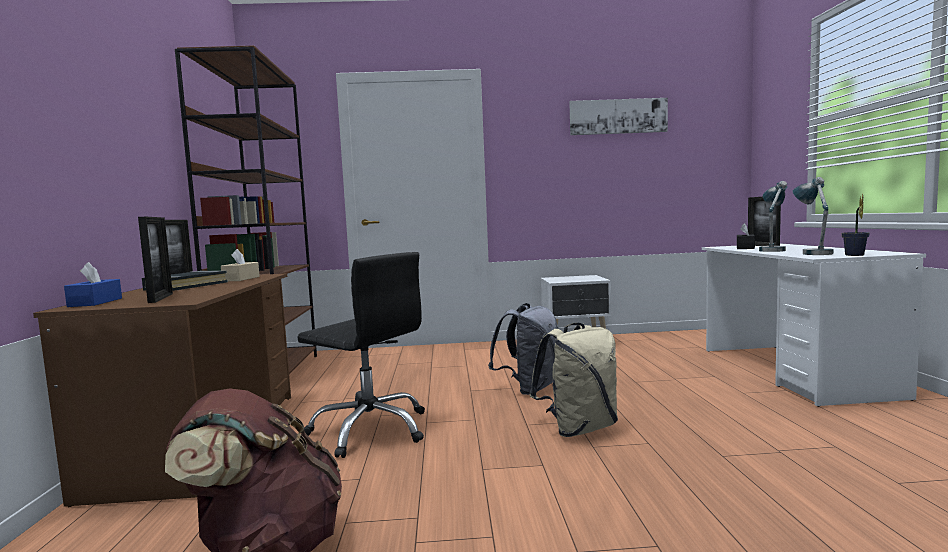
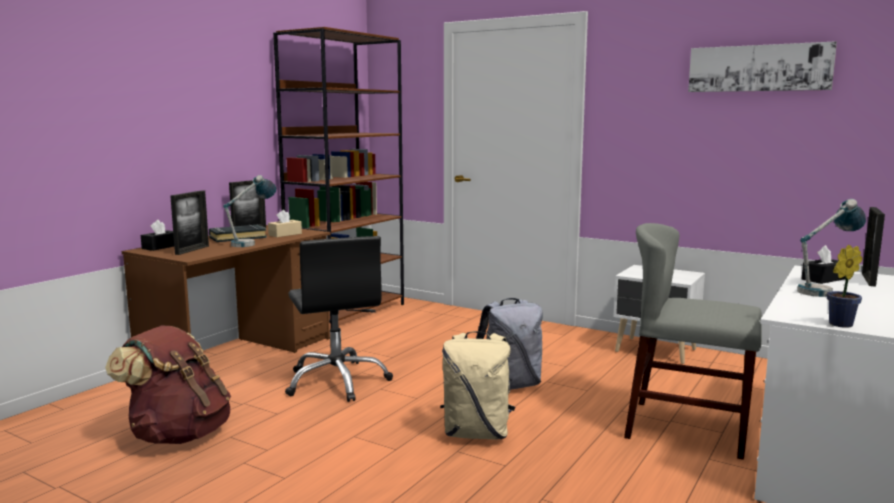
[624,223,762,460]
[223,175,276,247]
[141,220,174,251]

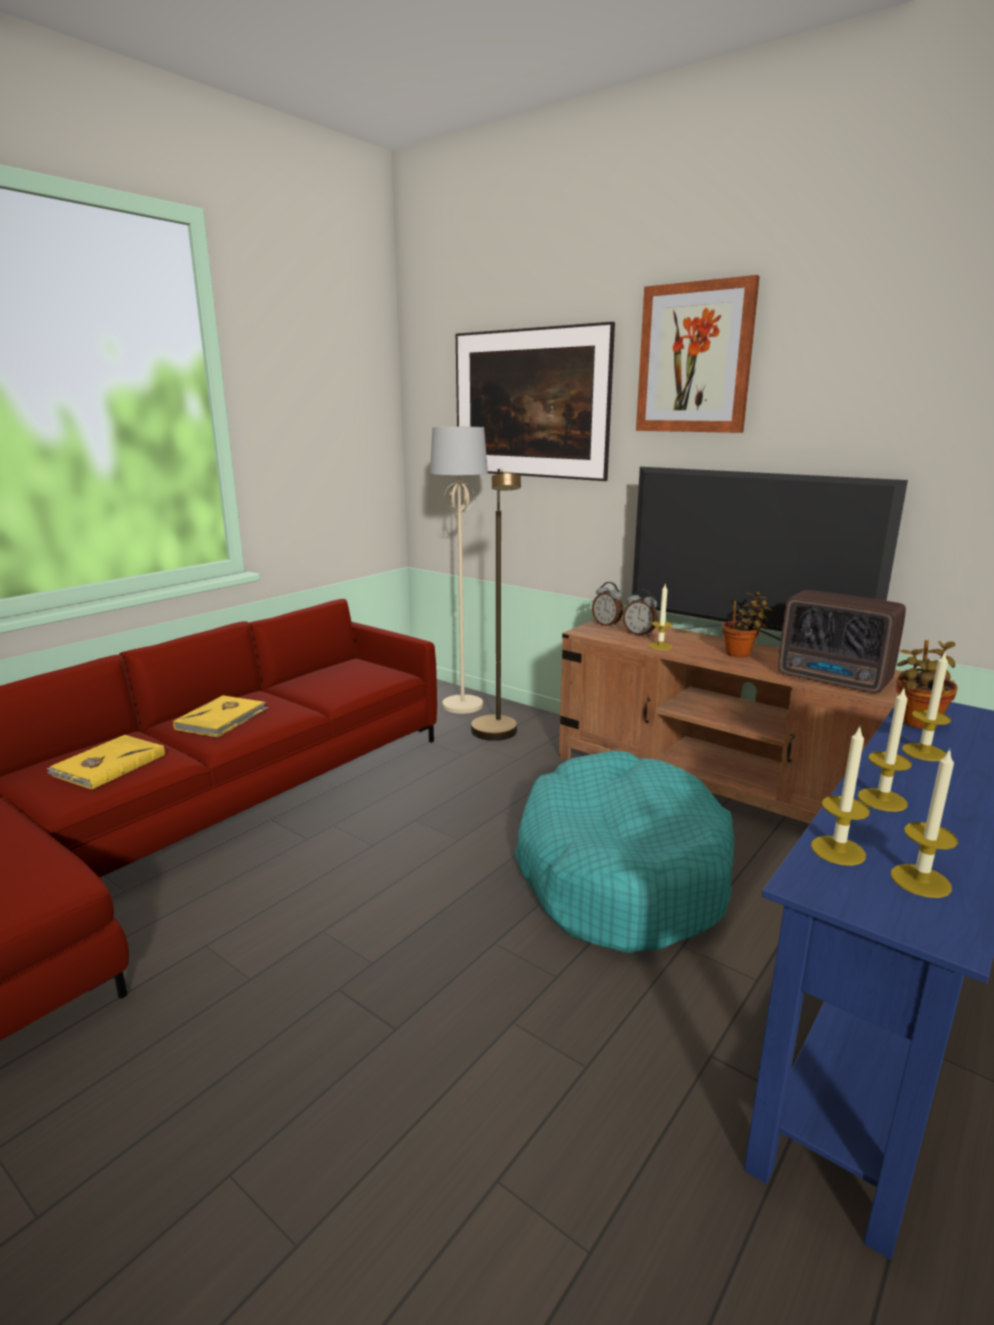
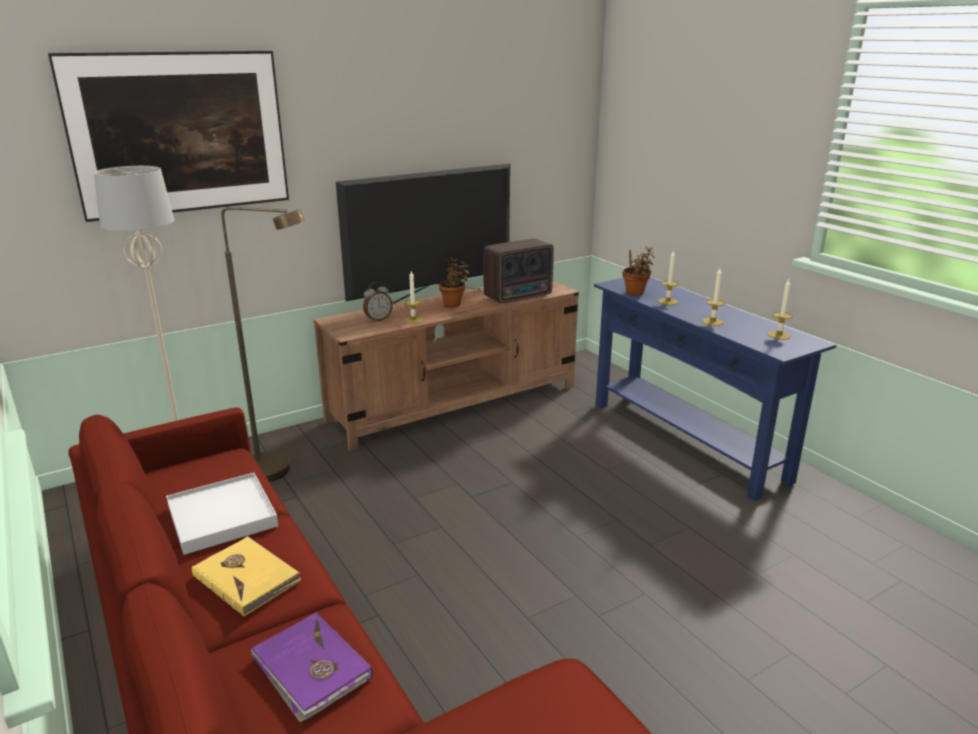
[515,750,734,954] (first image)
[592,582,623,628] (first image)
[636,275,760,433] (first image)
[811,725,870,866] (first image)
[166,473,278,555]
[251,613,373,722]

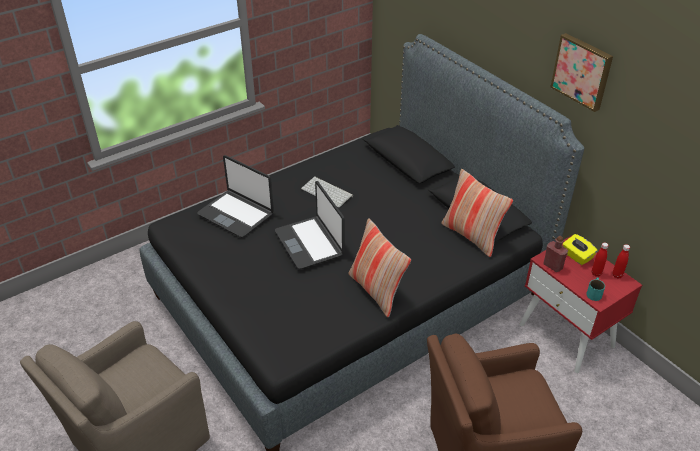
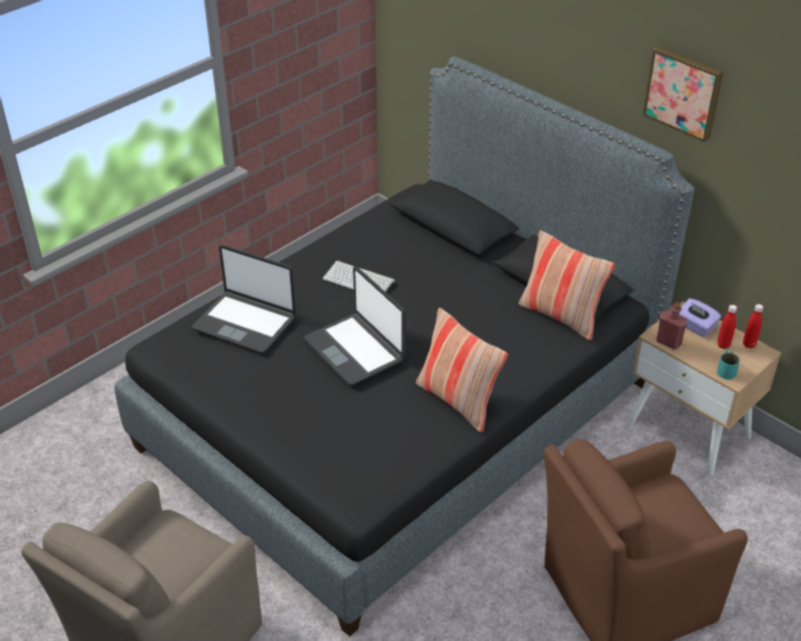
[627,301,781,476]
[679,298,721,337]

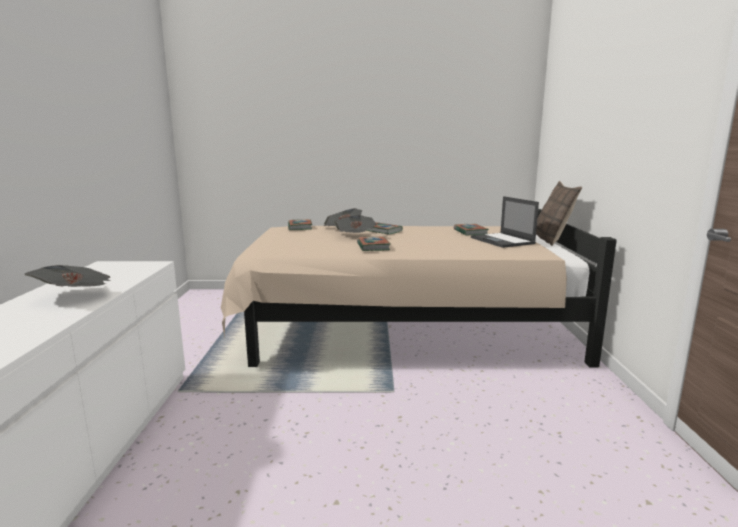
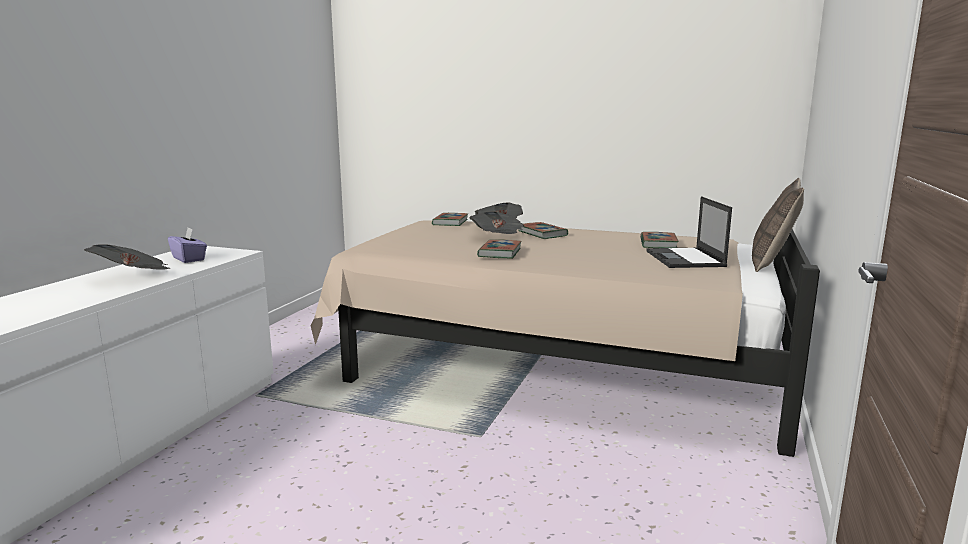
[168,228,207,263]

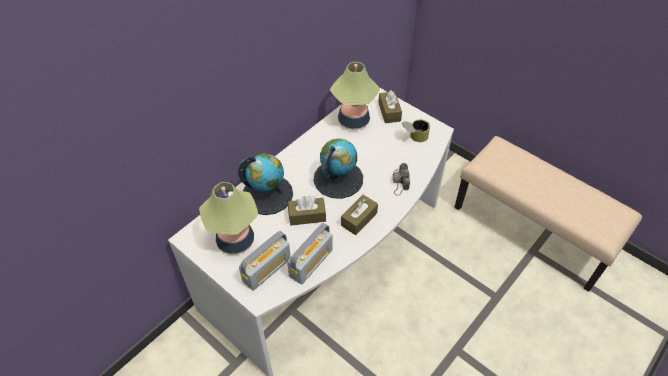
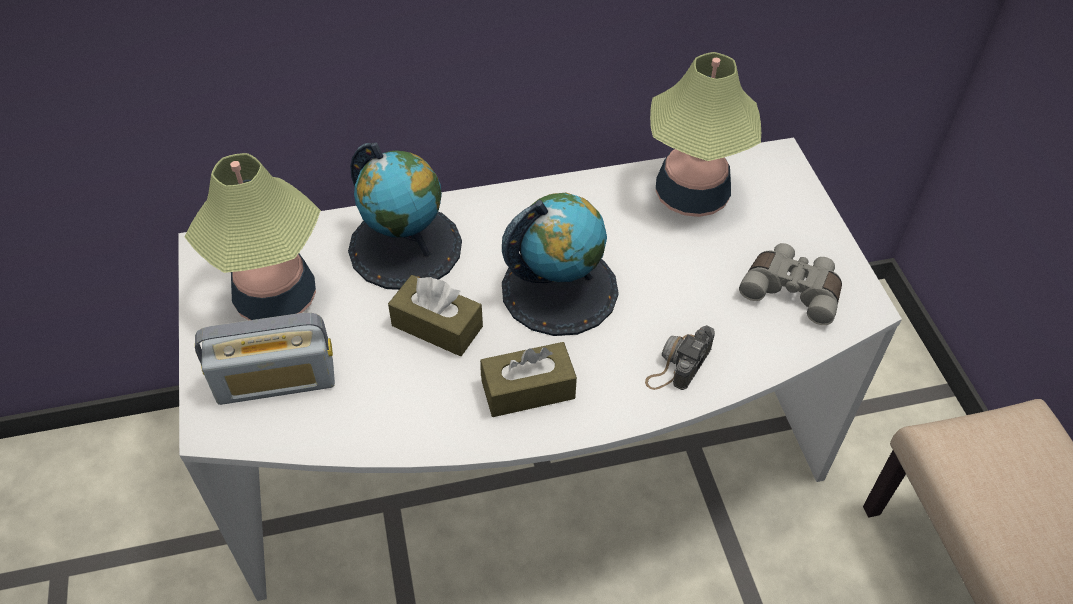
[287,223,333,284] (first image)
[378,90,402,123] (first image)
[739,243,842,325]

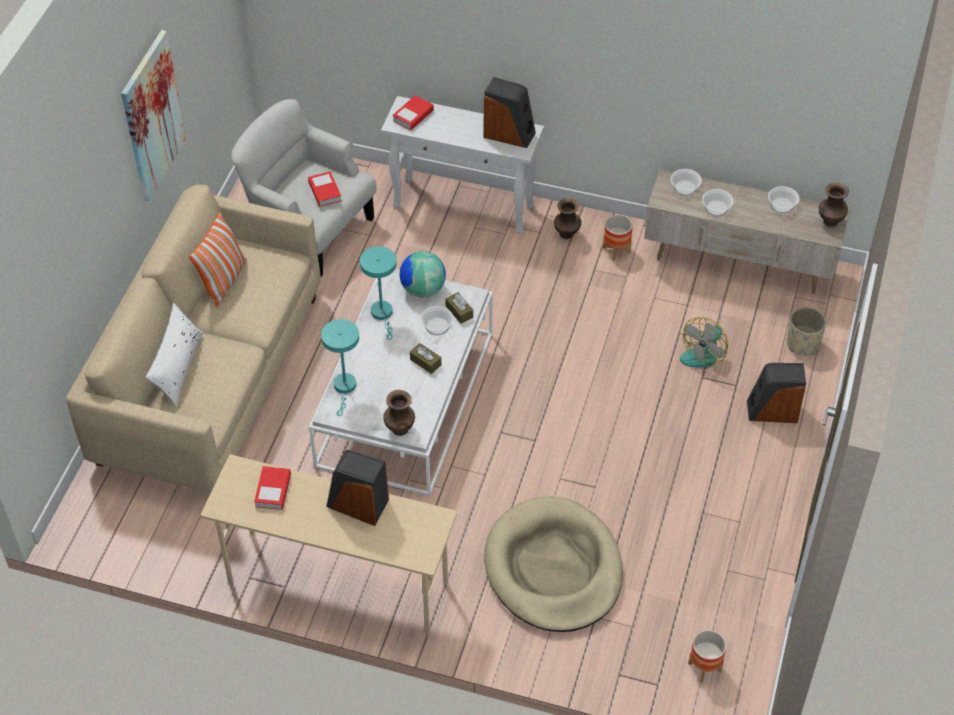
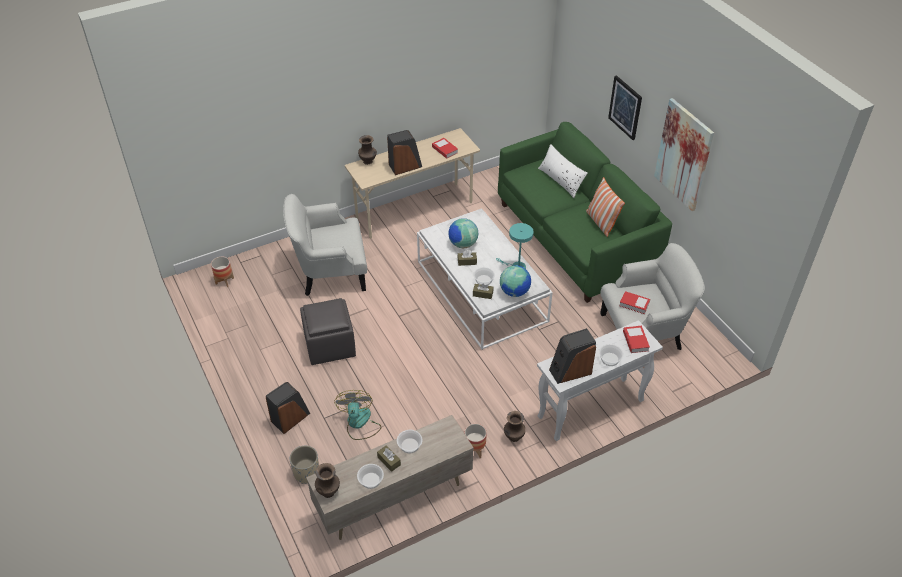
[321,319,359,416] (first image)
[300,298,356,365]
[377,445,401,472]
[448,218,478,248]
[608,75,642,140]
[358,135,377,165]
[599,344,624,366]
[283,194,367,296]
[498,122,672,303]

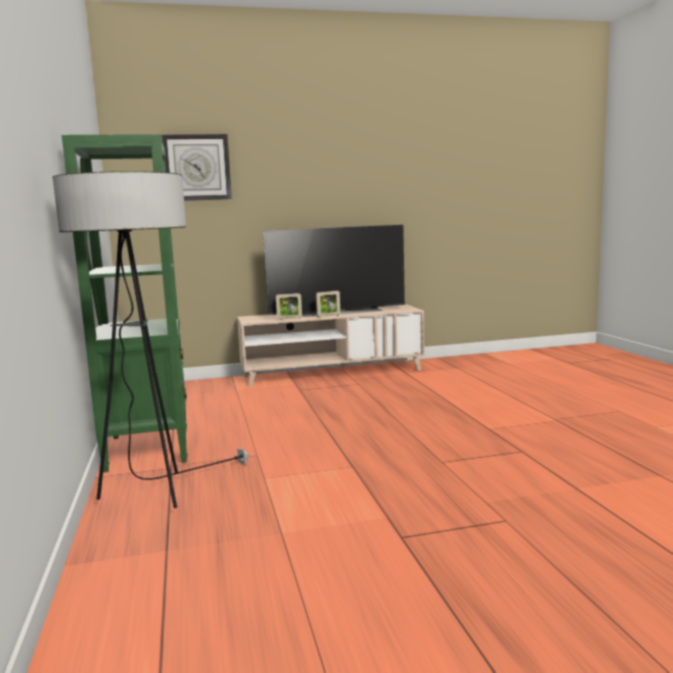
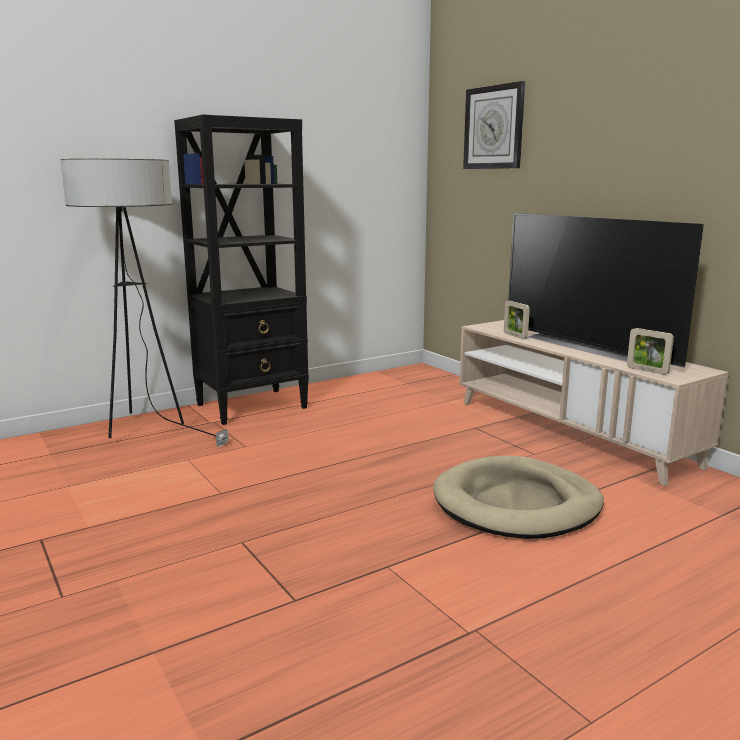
[433,456,604,539]
[627,328,674,375]
[174,114,309,425]

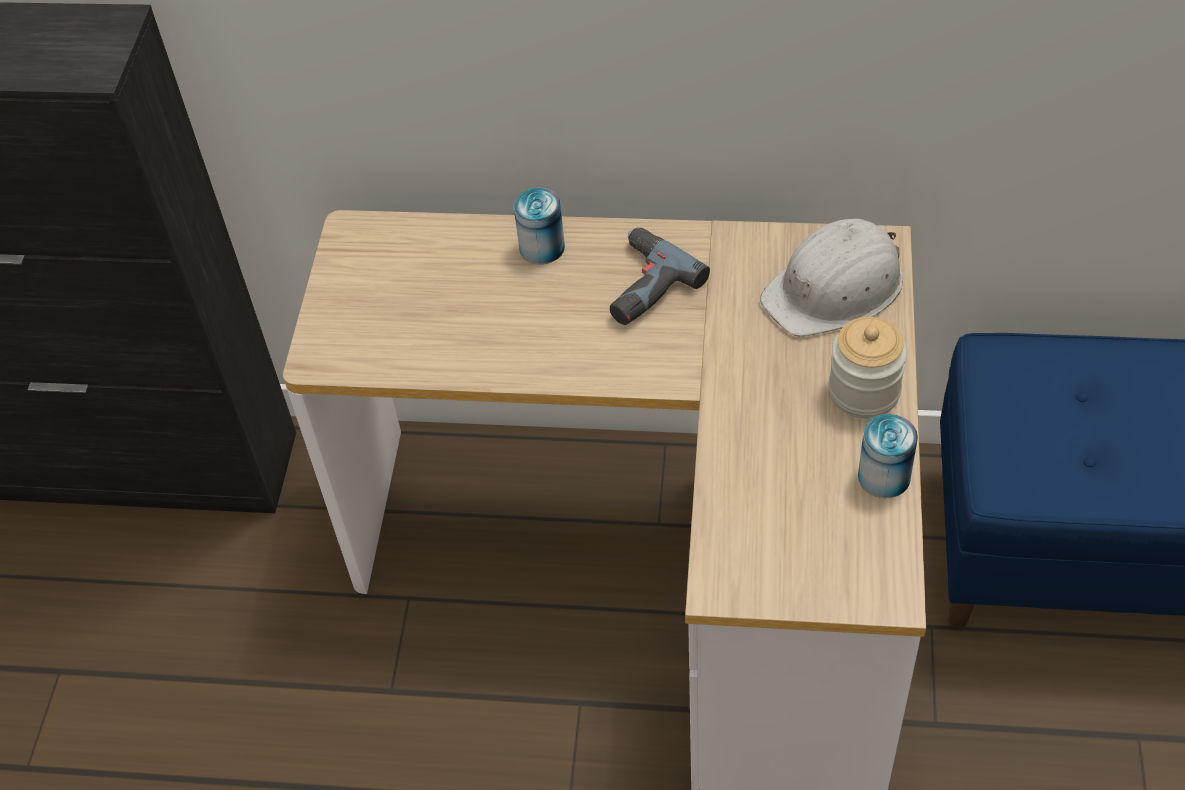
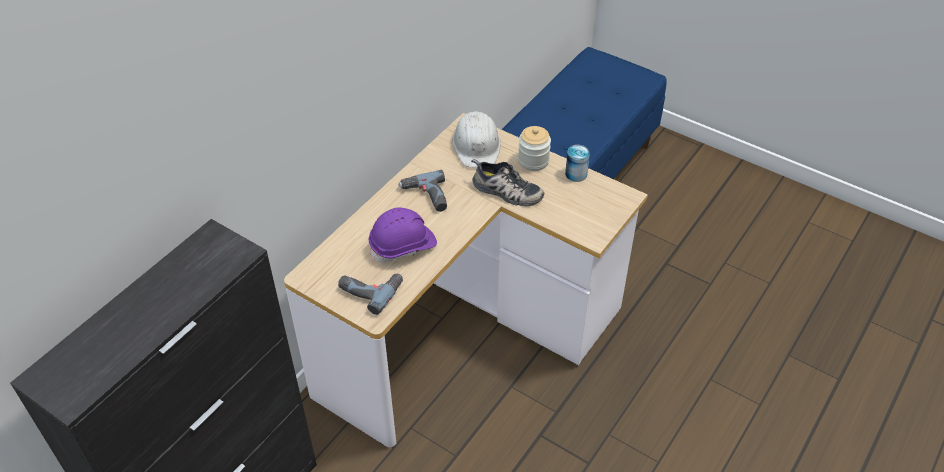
[514,188,565,264] (first image)
[338,273,403,315]
[369,207,437,263]
[471,159,544,206]

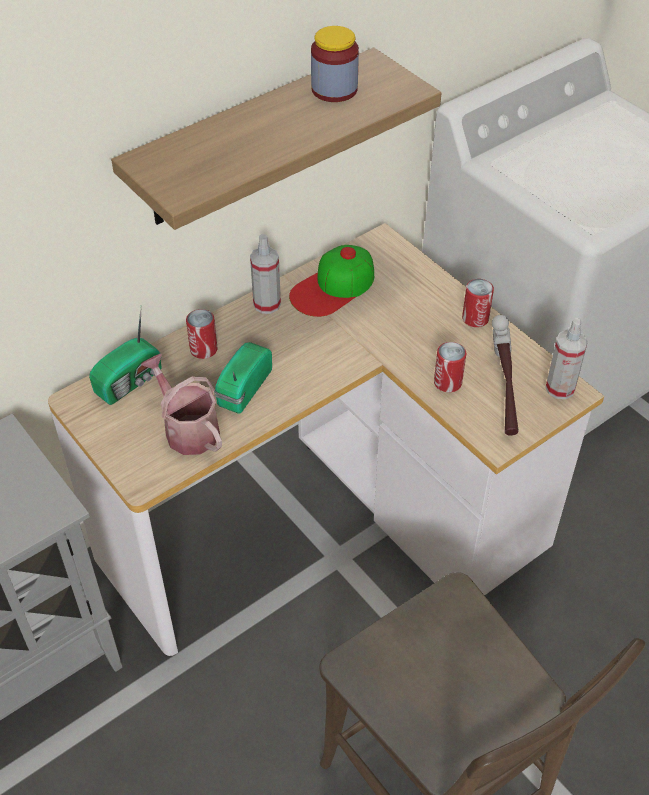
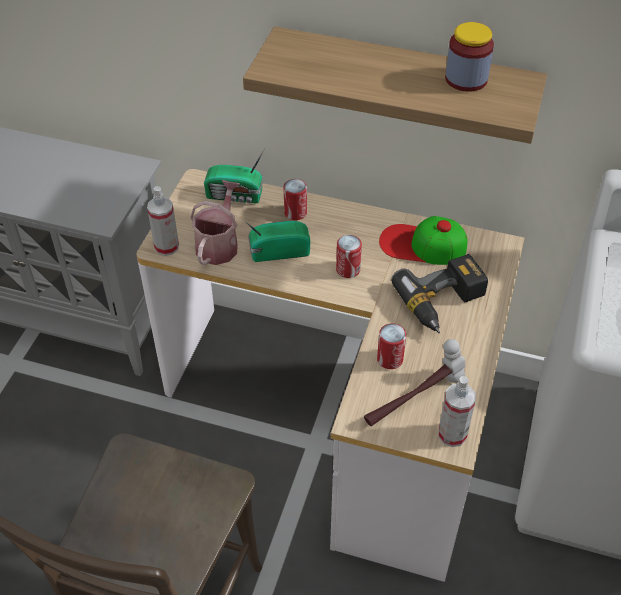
[391,254,488,333]
[147,186,179,256]
[336,235,362,278]

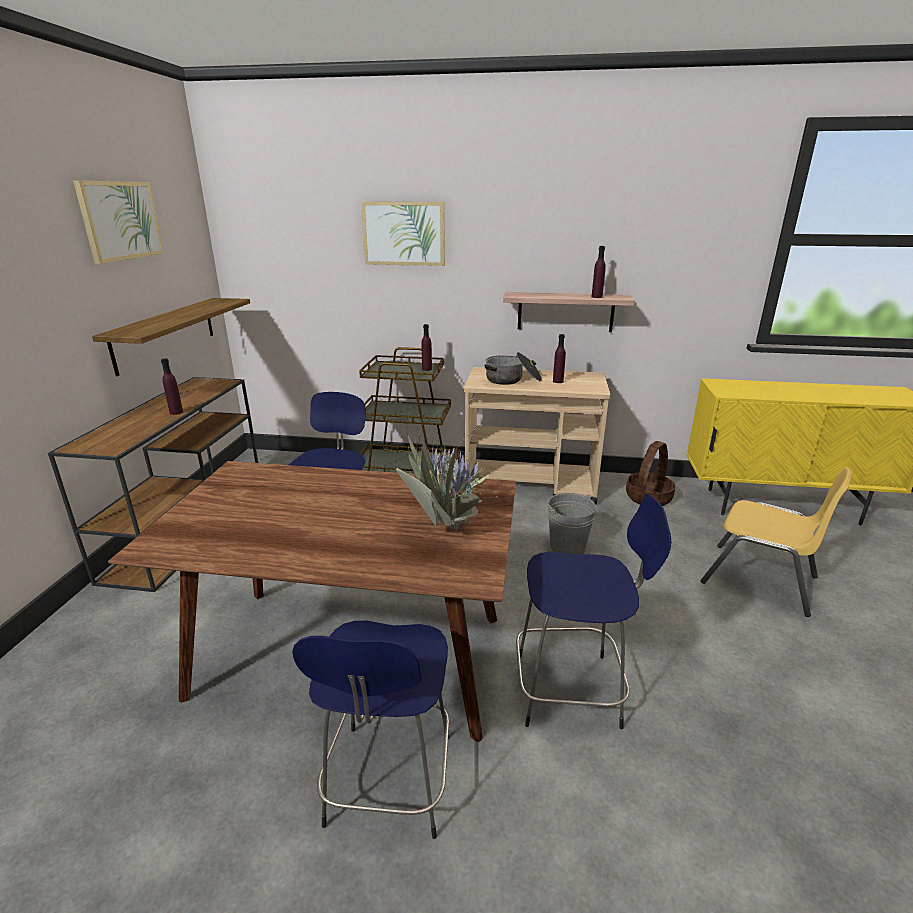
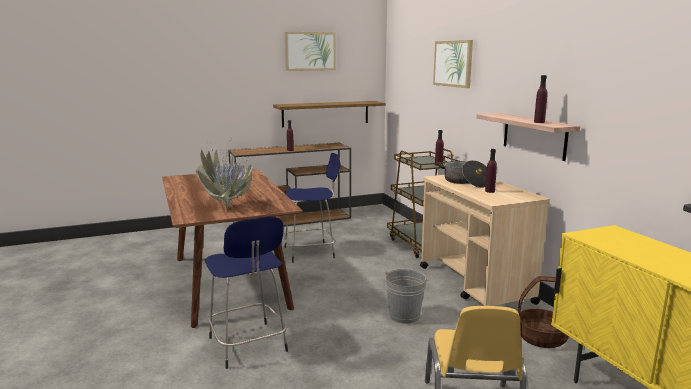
[292,621,449,839] (first image)

